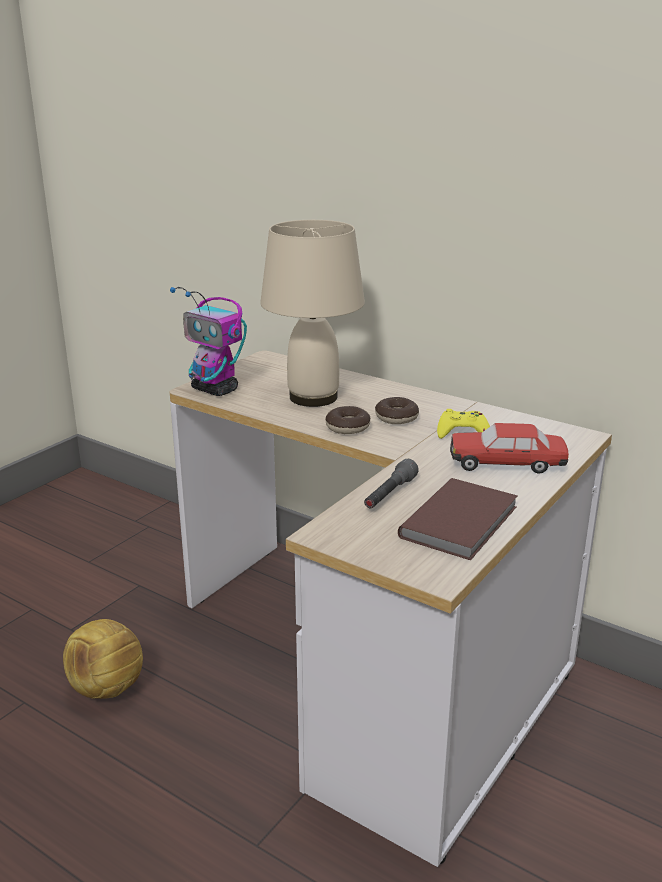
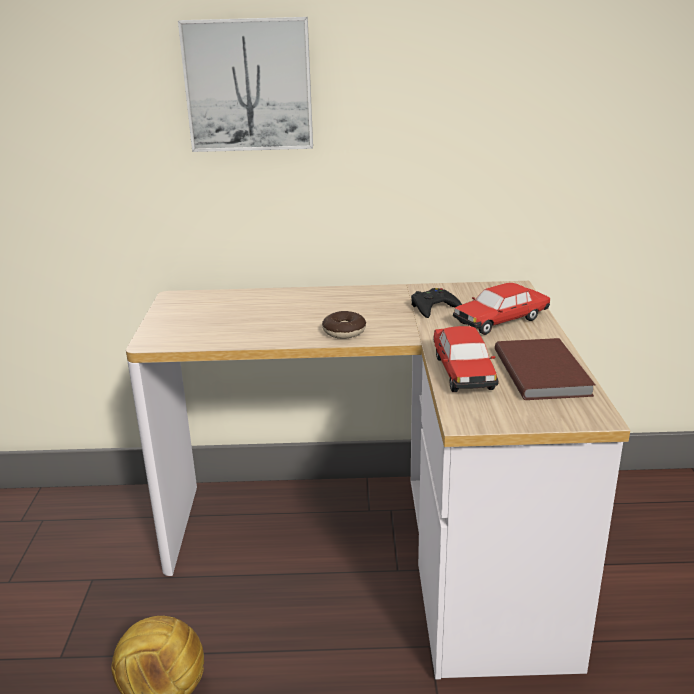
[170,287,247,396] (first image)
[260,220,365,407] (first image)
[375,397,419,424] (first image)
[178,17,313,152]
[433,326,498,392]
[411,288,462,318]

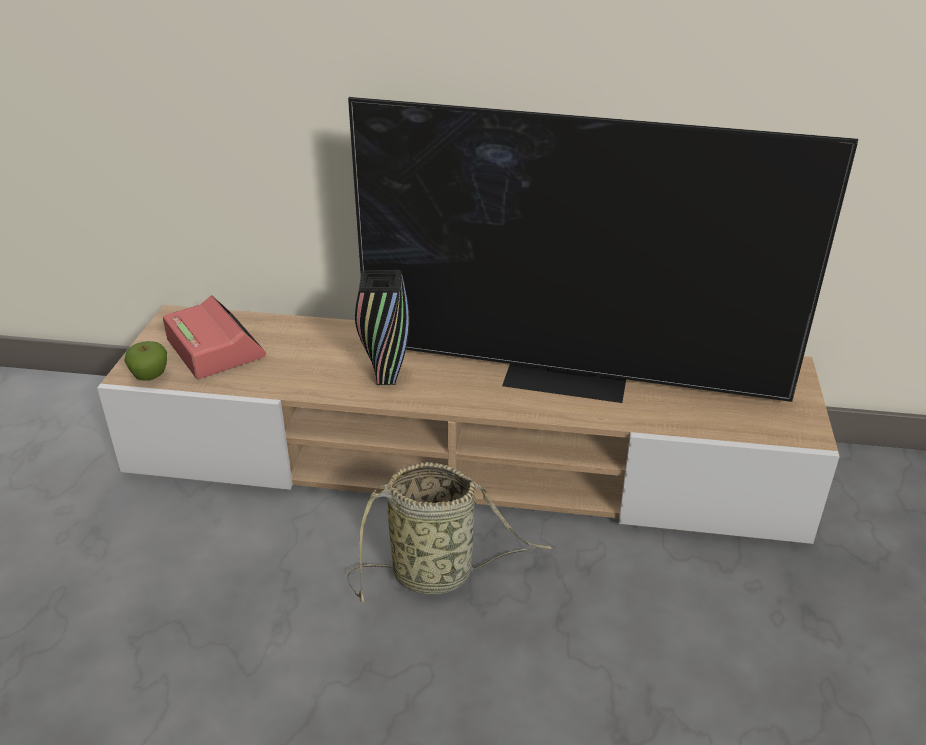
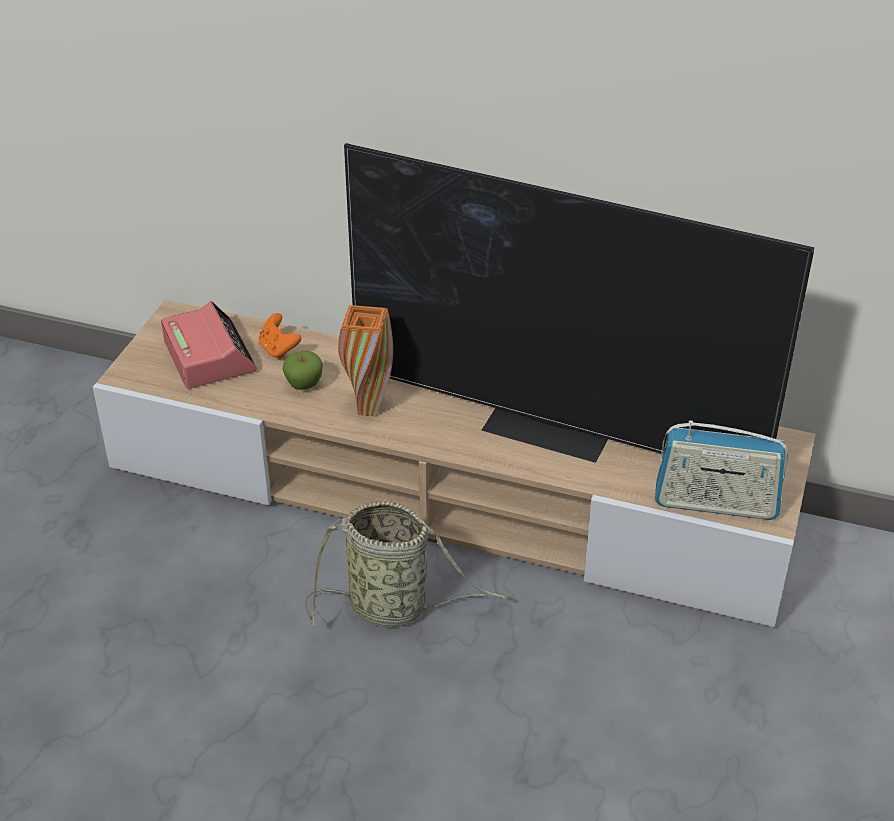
[259,313,302,360]
[655,420,789,520]
[283,351,323,390]
[338,305,393,417]

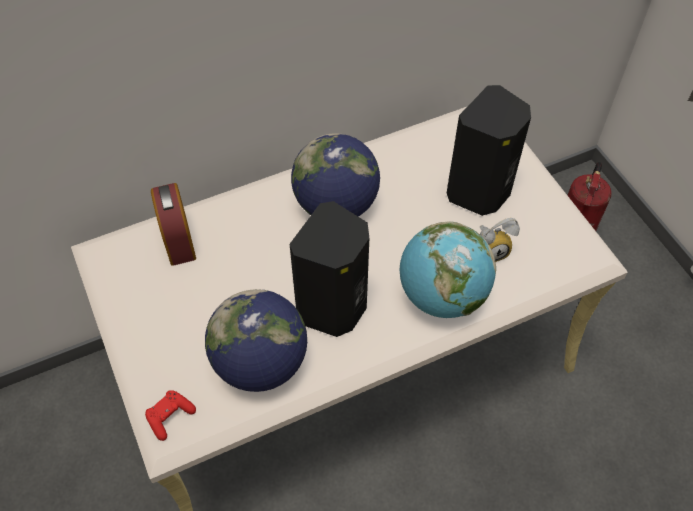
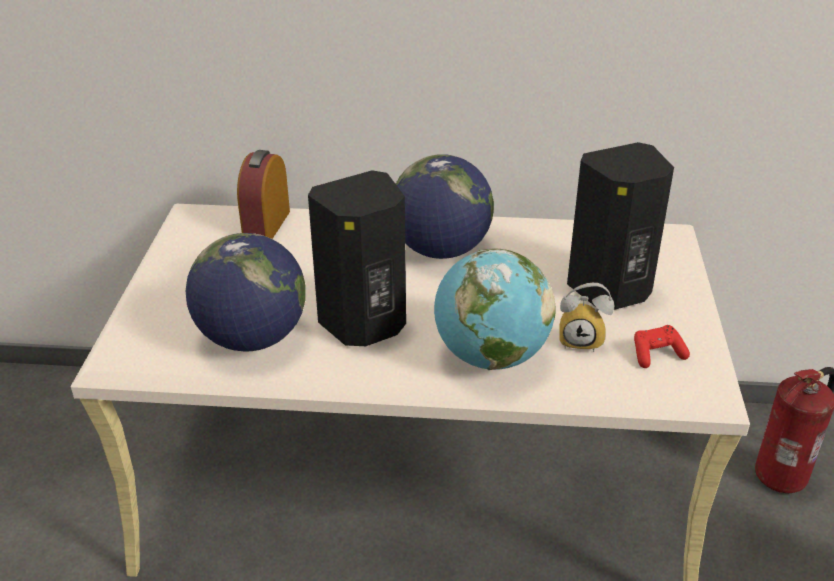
[634,325,690,368]

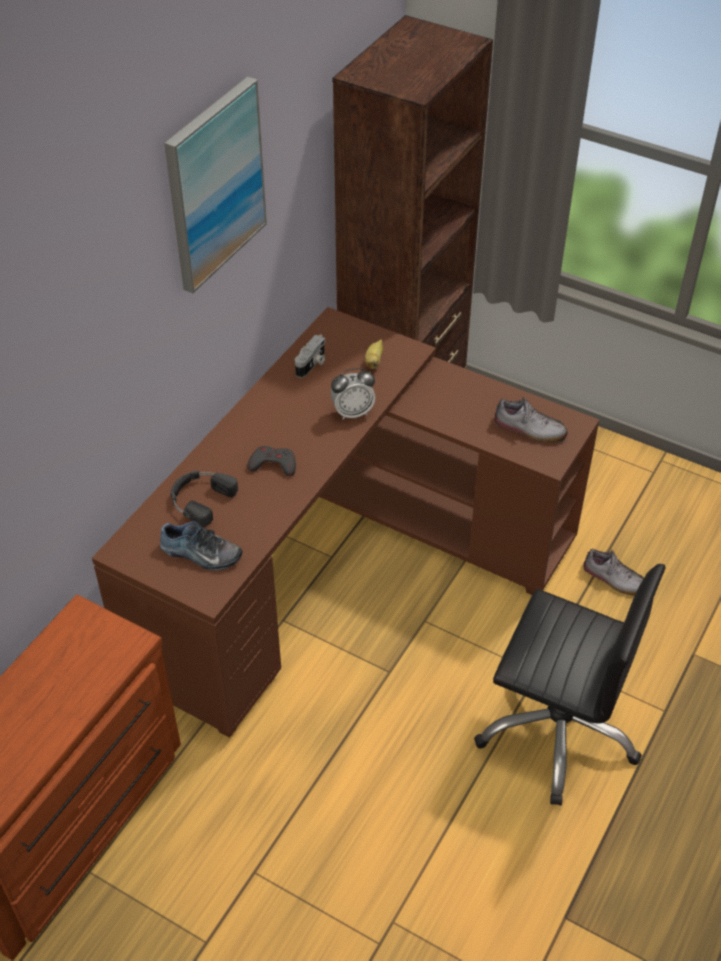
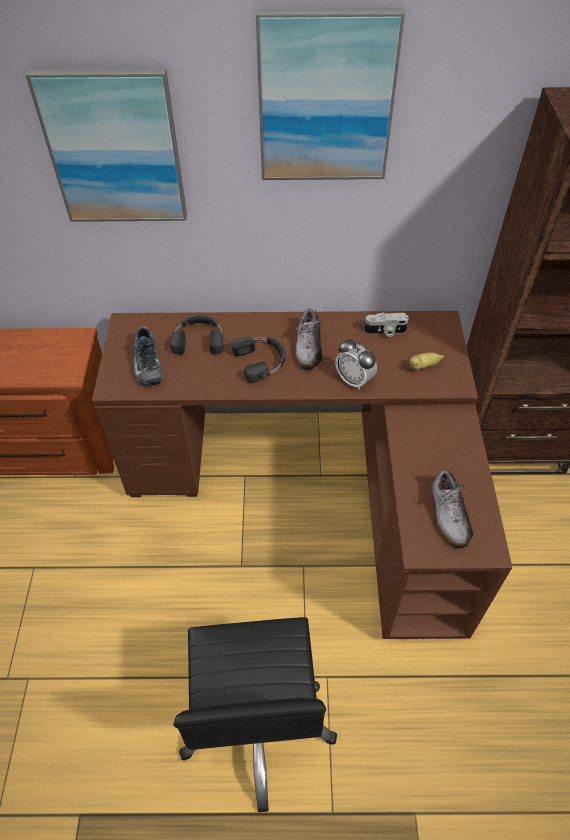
[25,68,187,222]
[295,308,322,370]
[232,337,286,383]

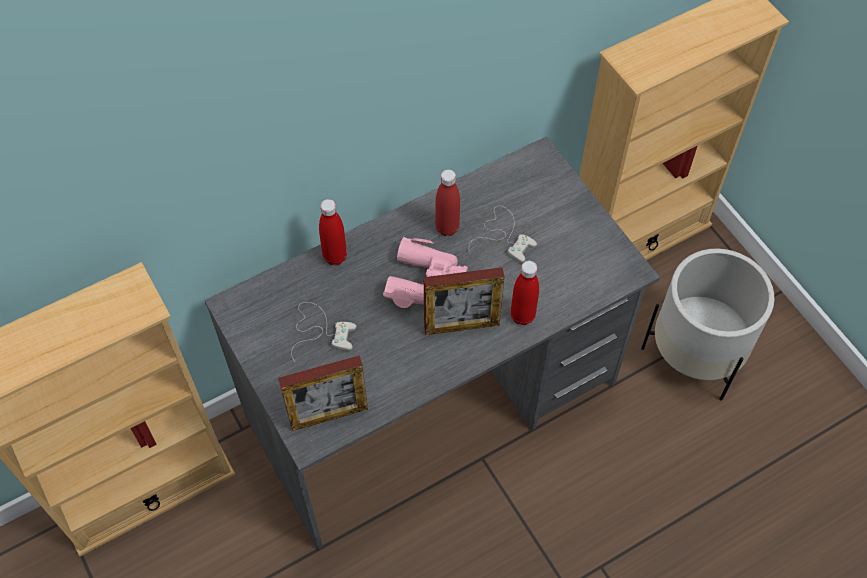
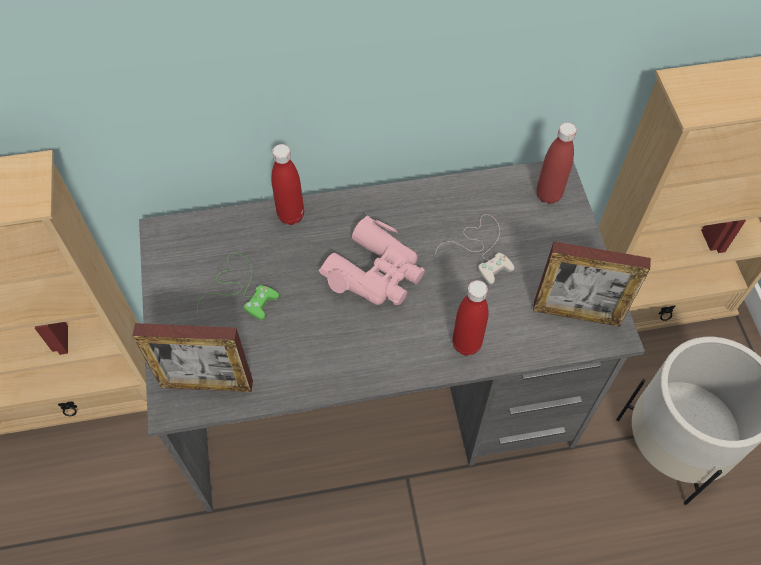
[533,241,651,327]
[536,122,577,204]
[197,253,279,320]

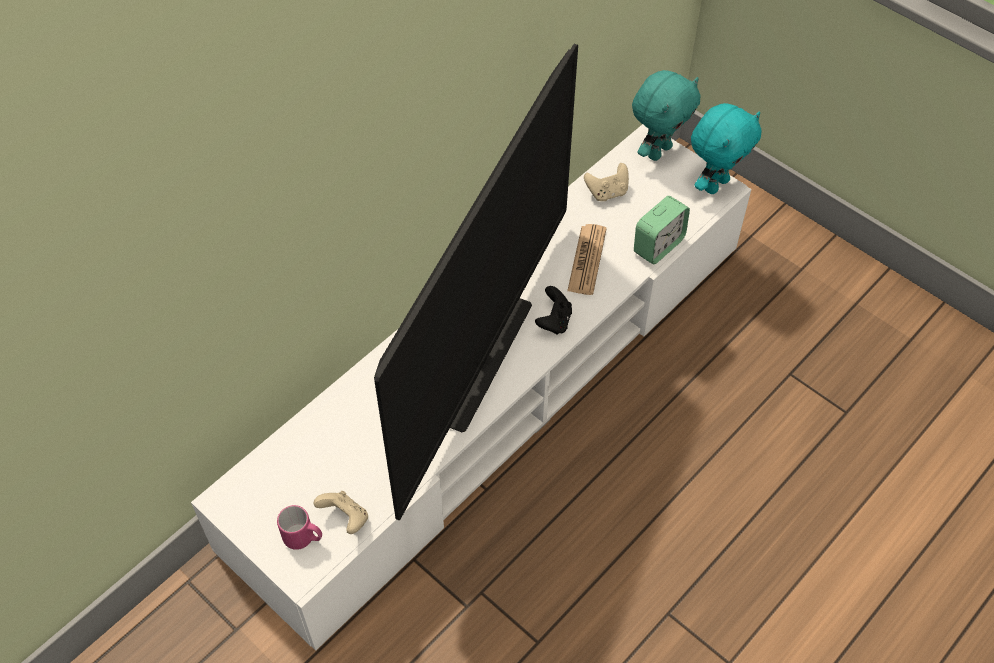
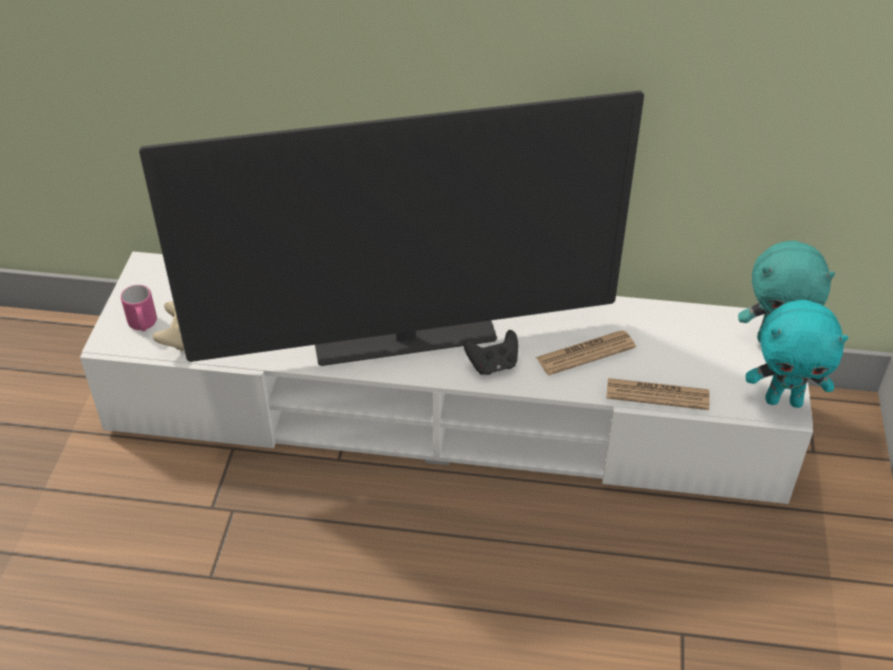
[584,163,629,201] (first image)
[606,378,710,410]

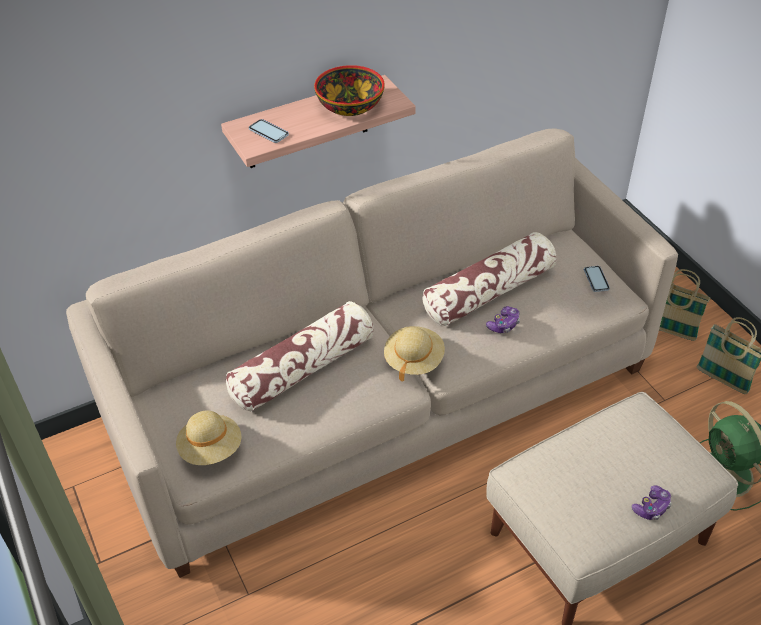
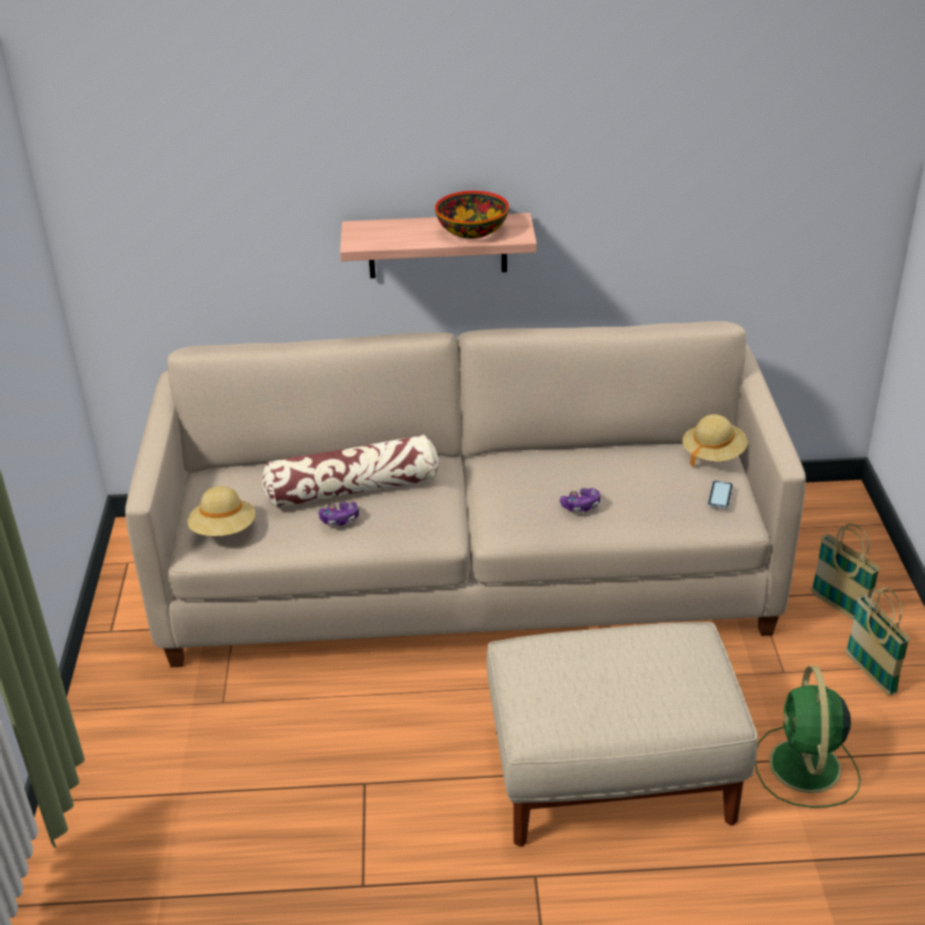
[249,119,289,143] (first image)
[422,232,556,326] (first image)
[682,414,748,467]
[318,502,359,526]

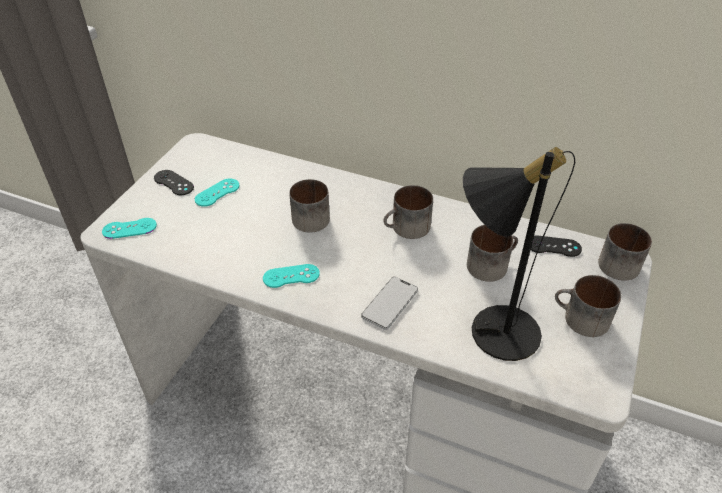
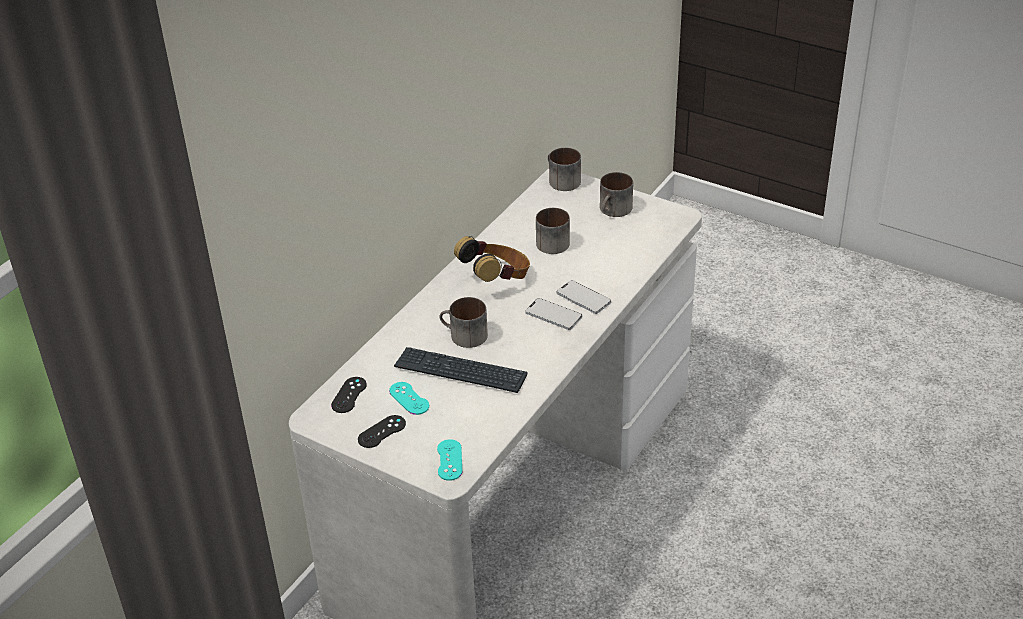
[263,264,320,288] (first image)
[463,147,575,361] (first image)
[394,347,528,393]
[525,298,582,330]
[331,377,367,413]
[454,236,530,282]

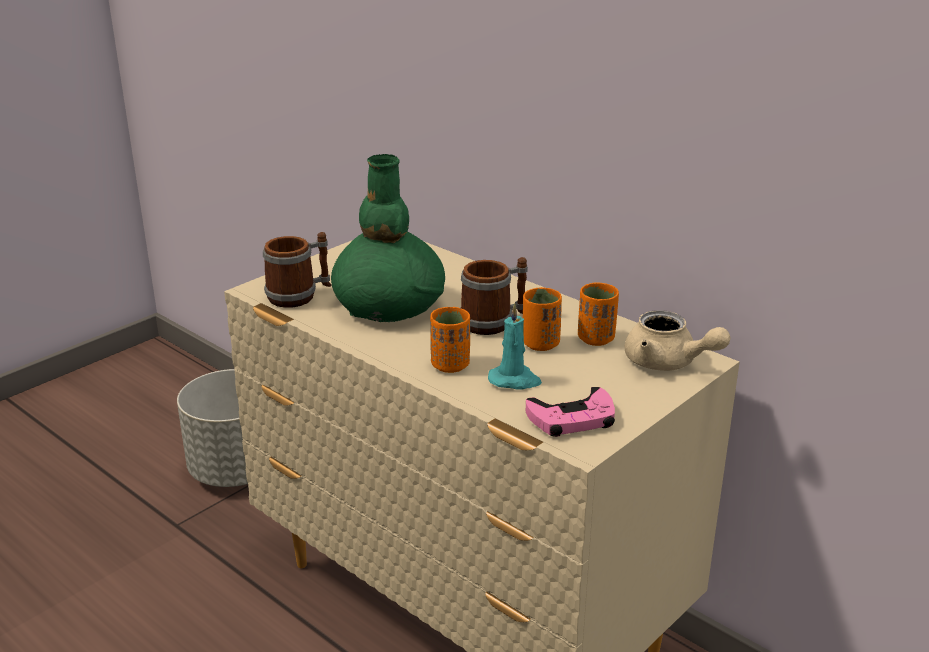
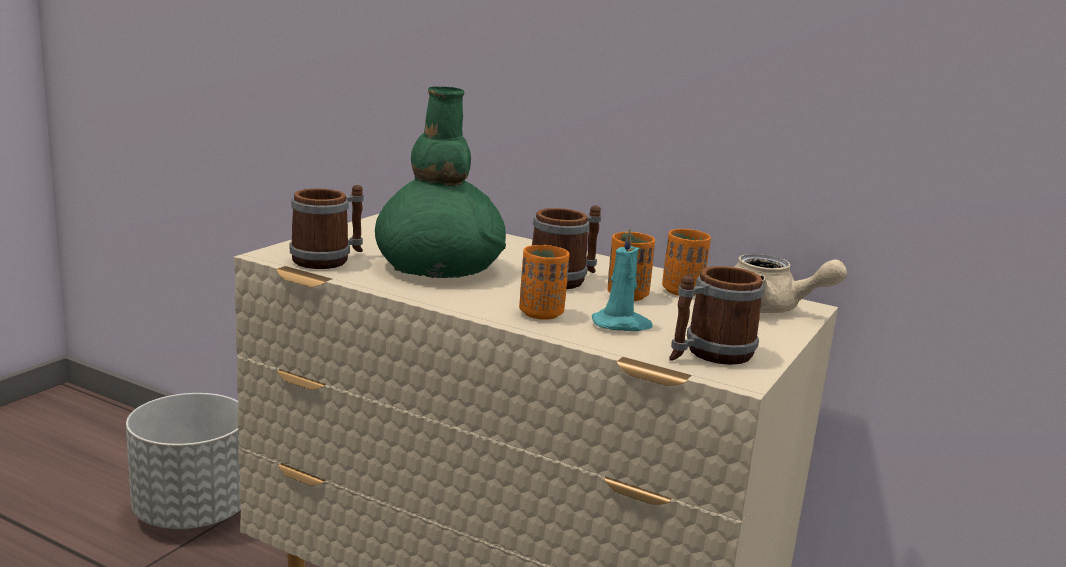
[670,266,764,365]

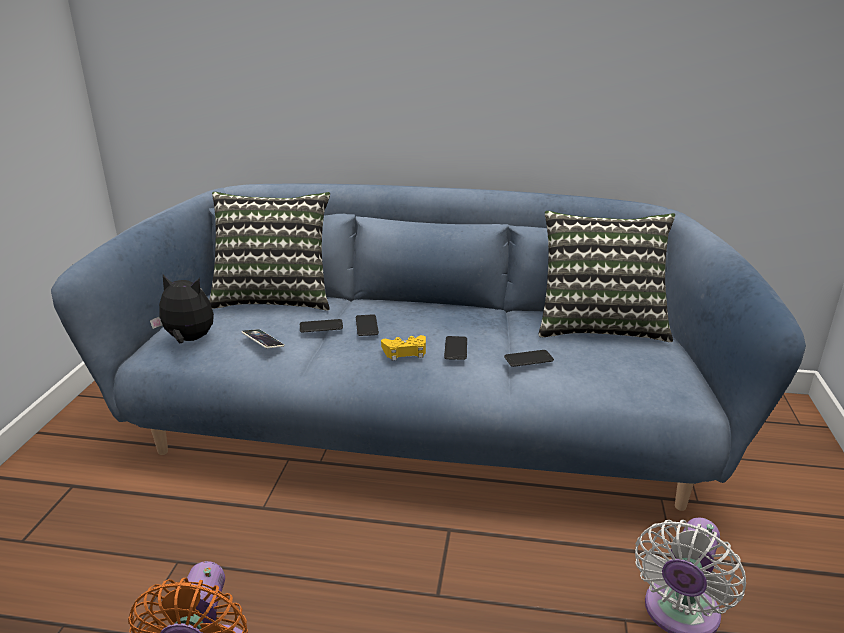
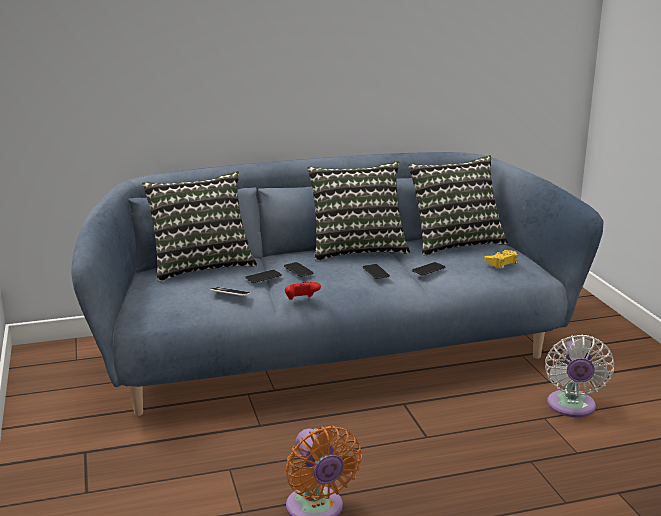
[150,275,214,343] (first image)
[285,281,321,300]
[307,161,410,261]
[484,250,518,268]

